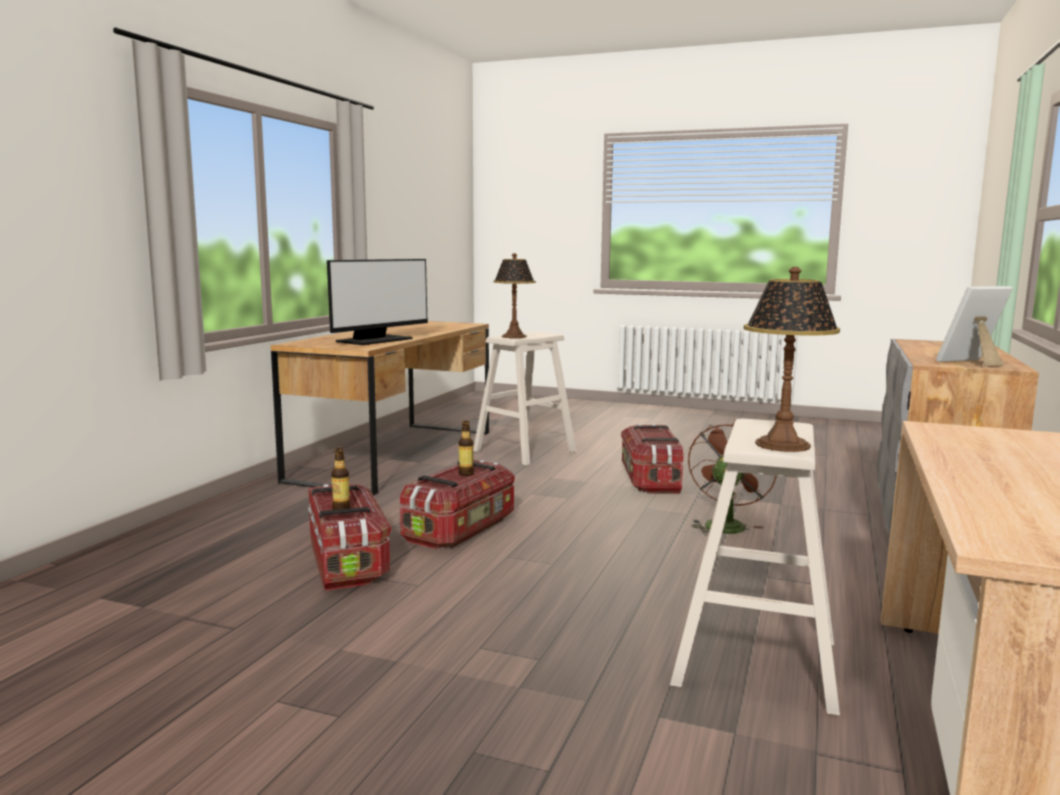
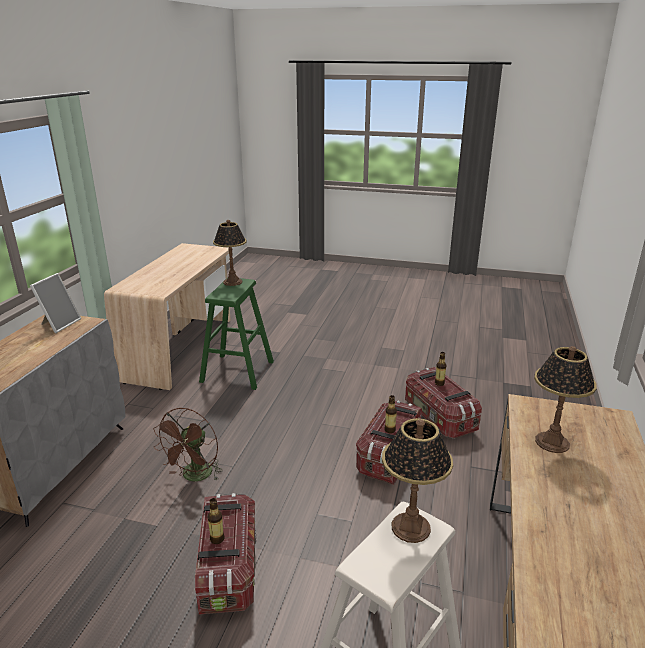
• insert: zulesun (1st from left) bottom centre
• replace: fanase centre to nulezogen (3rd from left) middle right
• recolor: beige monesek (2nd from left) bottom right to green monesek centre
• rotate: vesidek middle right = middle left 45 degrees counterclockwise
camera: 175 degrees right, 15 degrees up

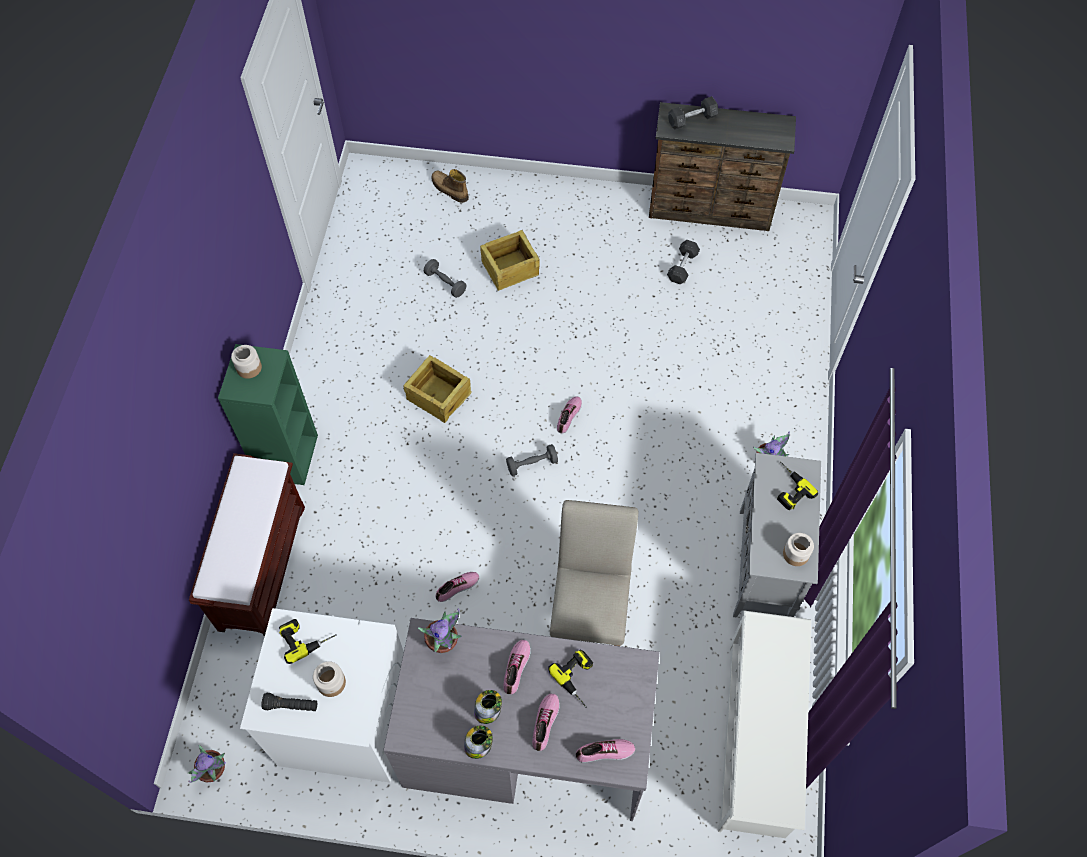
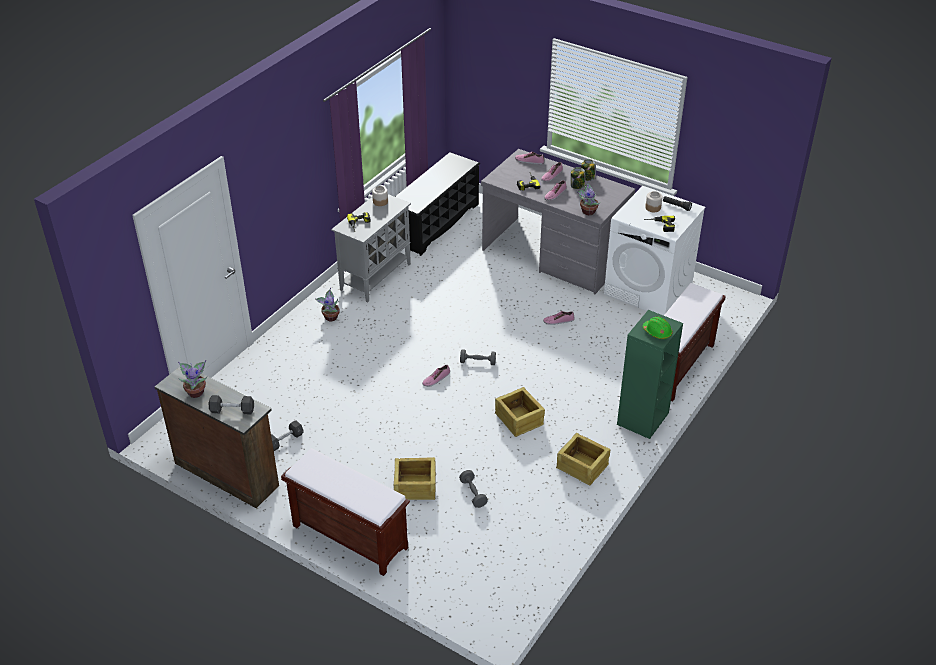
• delete: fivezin top centre
• delete: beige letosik bottom centre
• insert: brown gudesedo (1st from left) bottom centre
• insert: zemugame (3rd from left) bottom centre
• move: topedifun (1st from left) bottom left to middle left
• replace: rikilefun (1st from left) middle left to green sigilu middle right
• recolor: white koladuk bottom right to black koladuk top centre
camera: 155 degrees left, 20 degrees down

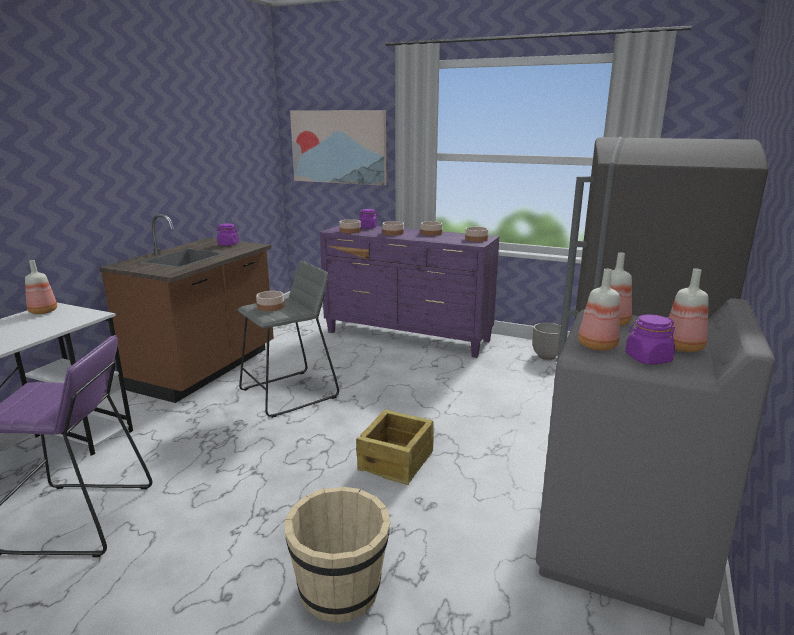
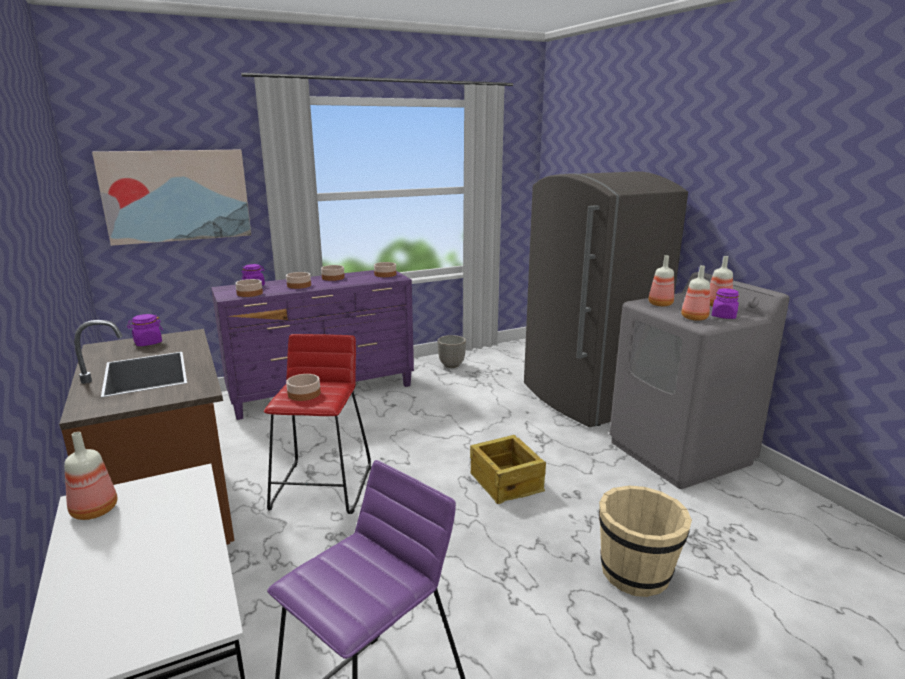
• recolor: grey monesek centre to red monesek centre
camera: 50 degrees left, 0 degrees up

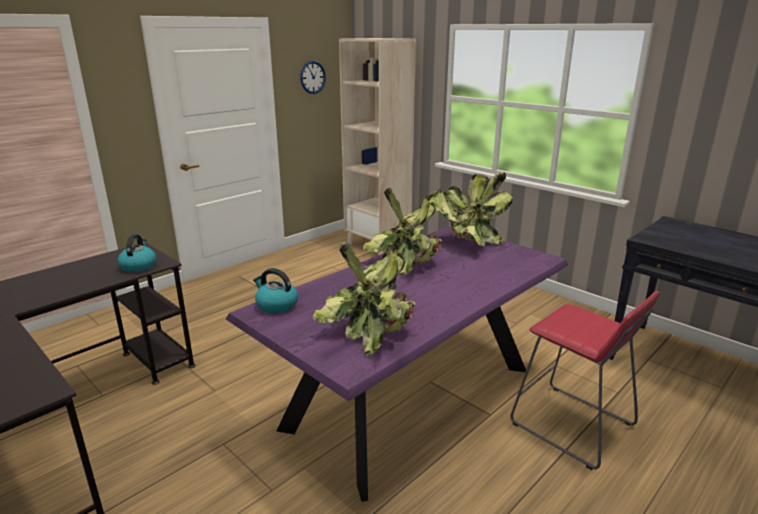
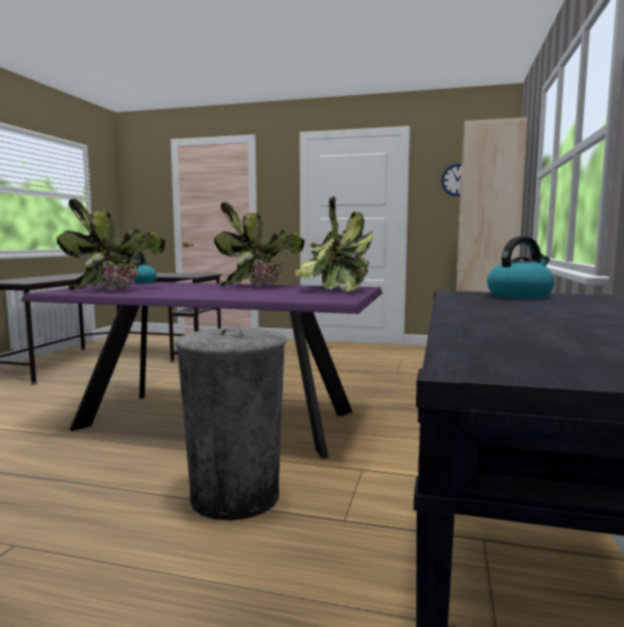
• move: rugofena (1st from left in the first image) middle left to rugofena (2nd from left) middle right
• replace: red monesek bottom right to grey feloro bottom centre
camera: 60 degrees right, 15 degrees down

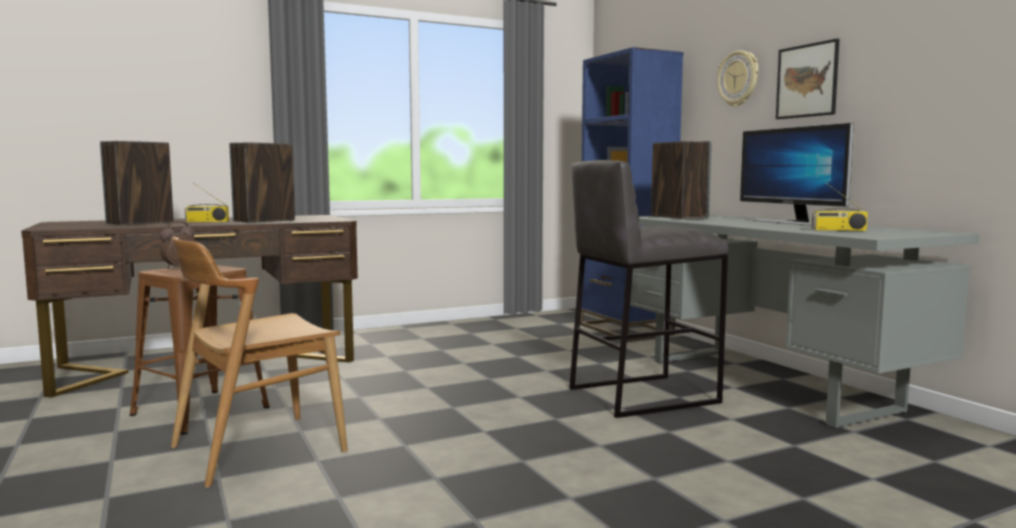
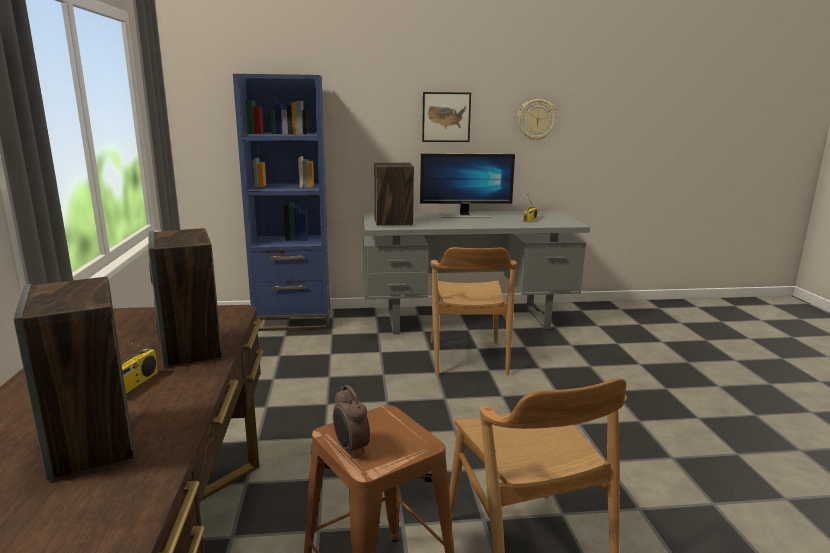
• move: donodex top right to top centre
• replace: grey monesek centre to brown letosik (1st from left) centre
camera: 70 degrees left, 10 degrees up

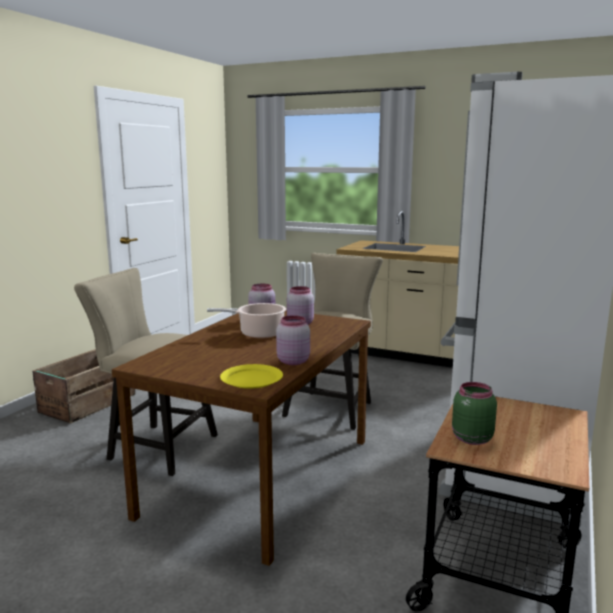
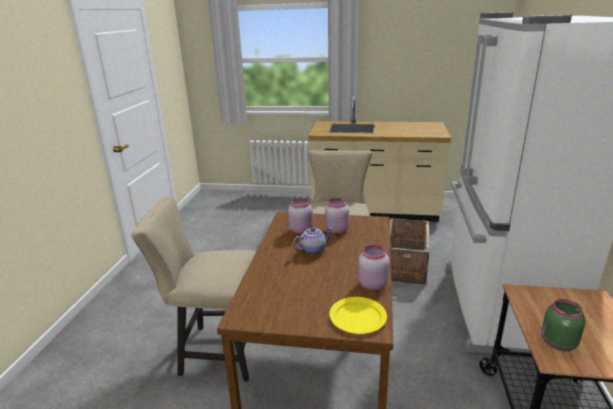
• move: zemugame middle left to middle right
• replace: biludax centre to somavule centre
camera: 15 degrees left, 10 degrees up

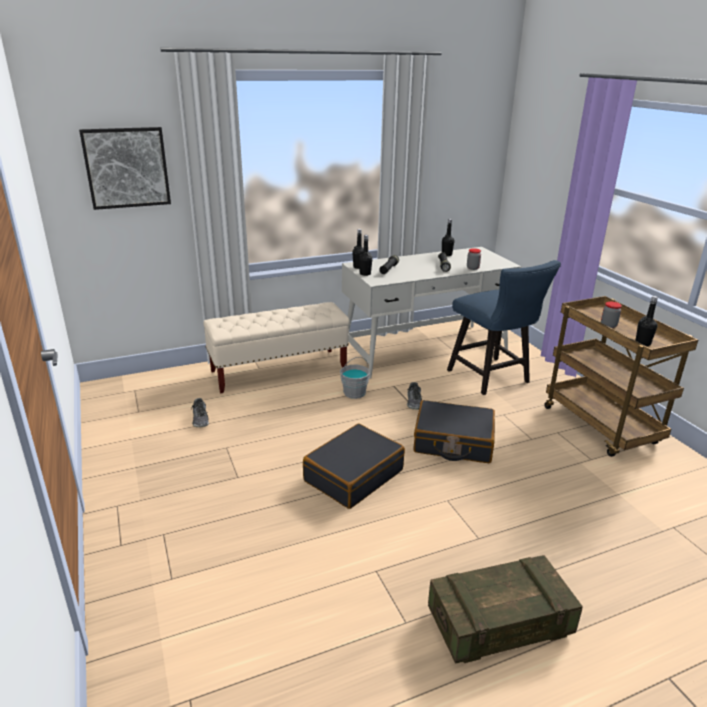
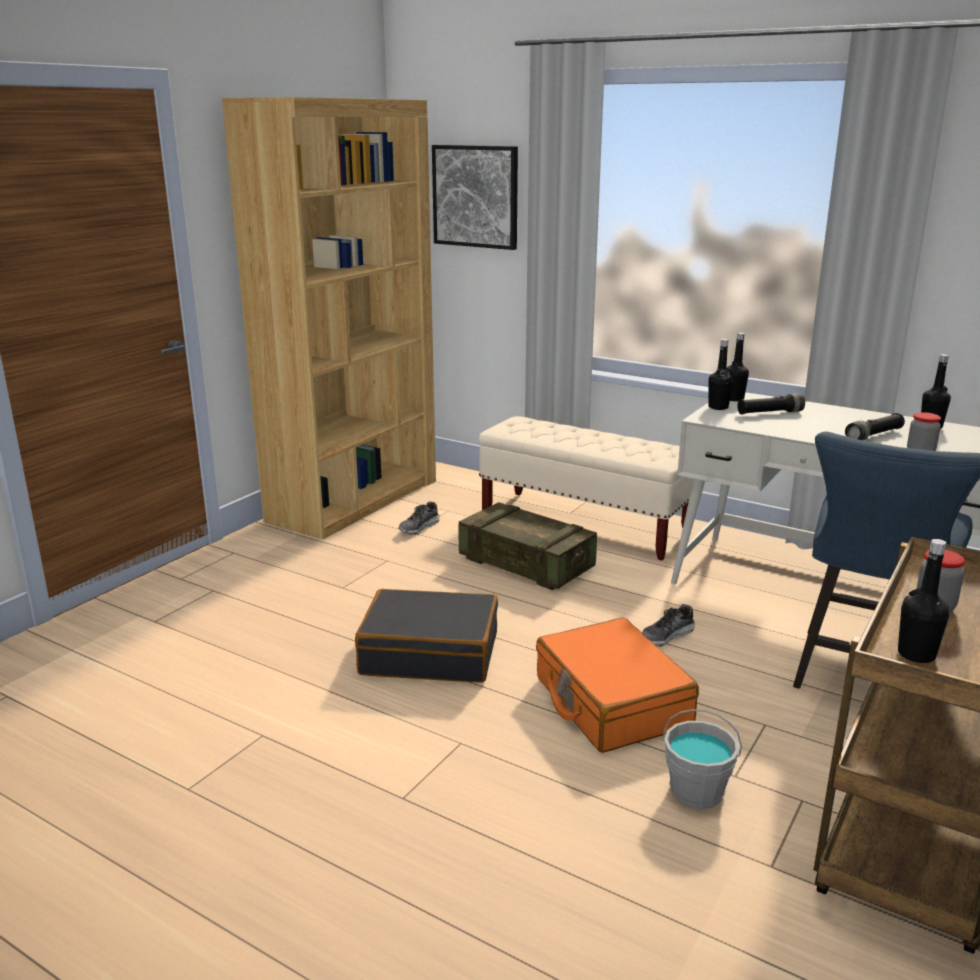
• insert: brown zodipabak top centre
• move: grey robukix centre to bottom right
• move: zemugame bottom right to centre
• recolor: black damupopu (2nd from left) centre to orange damupopu bottom centre
camera: 55 degrees right, 5 degrees down

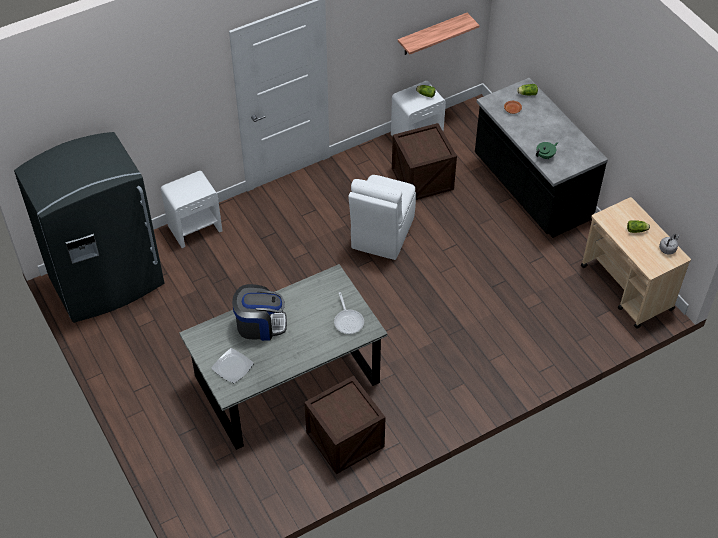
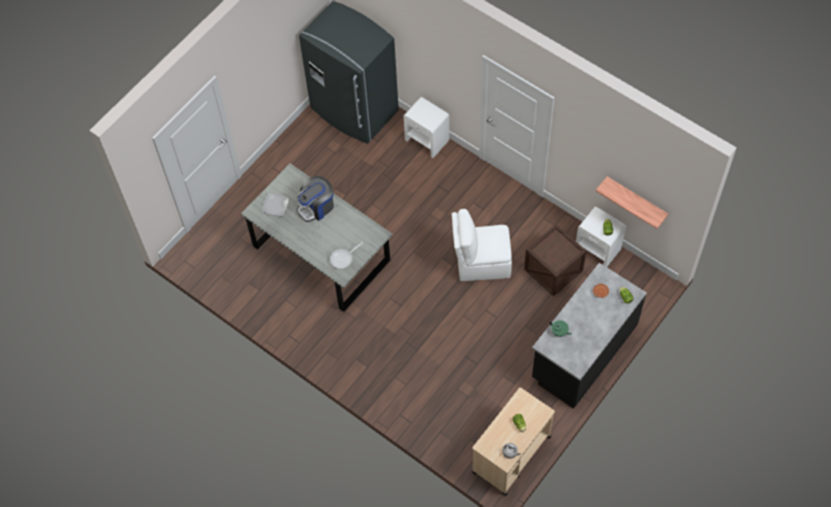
• delete: zemugame (1st from left) bottom centre
• rotate: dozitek centre = centre 75 degrees clockwise
camera: 70 degrees right, 10 degrees up

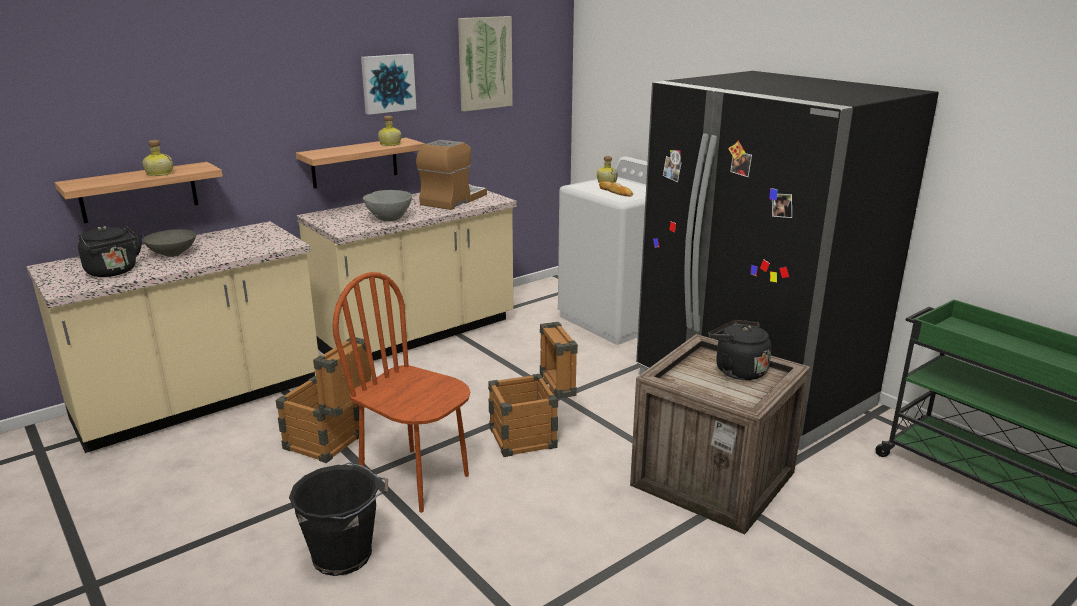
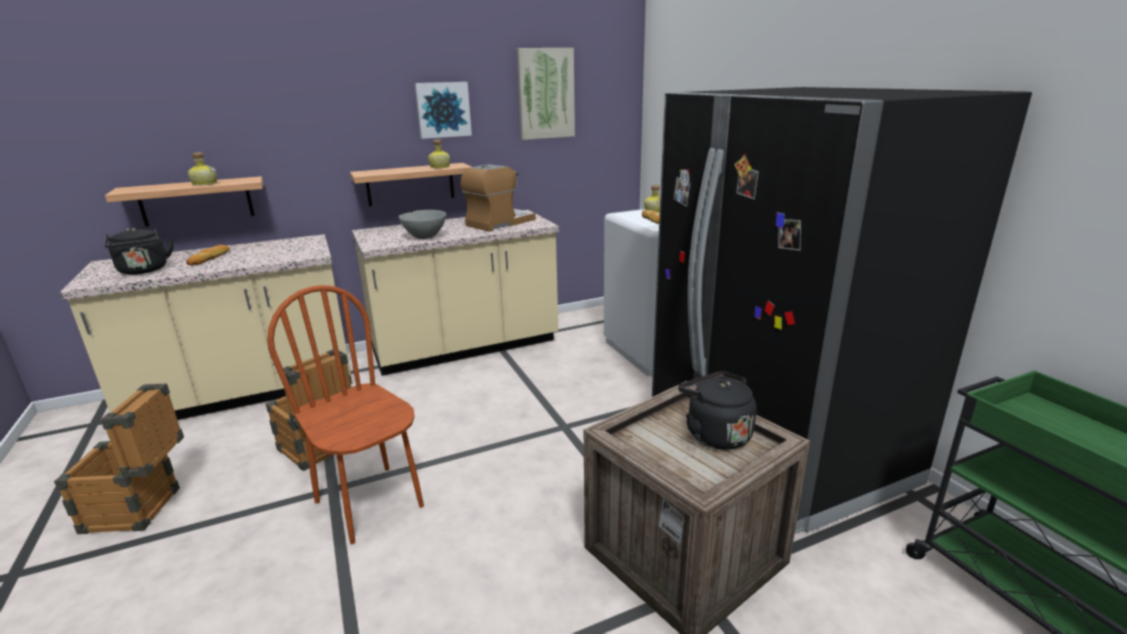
• delete: black robukix bottom left
• move: zemugame (2nd from left in the first image) centre to zemugame (1st from left) bottom left
• replace: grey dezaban (1st from left) middle left to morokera (1st from left) middle left
camera: 15 degrees right, 0 degrees up

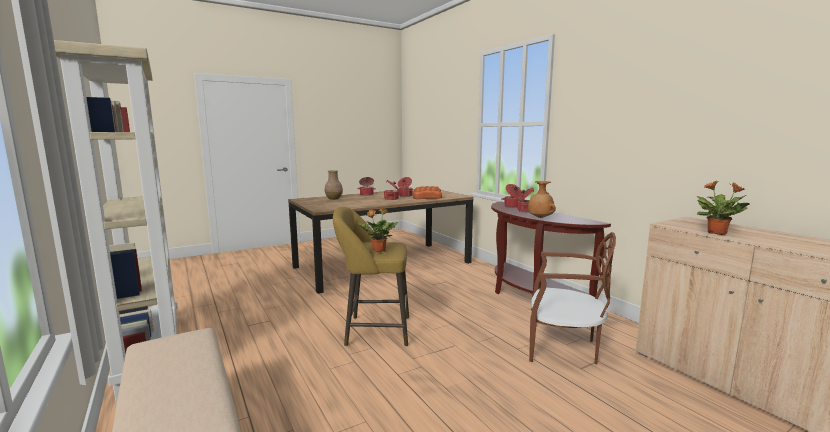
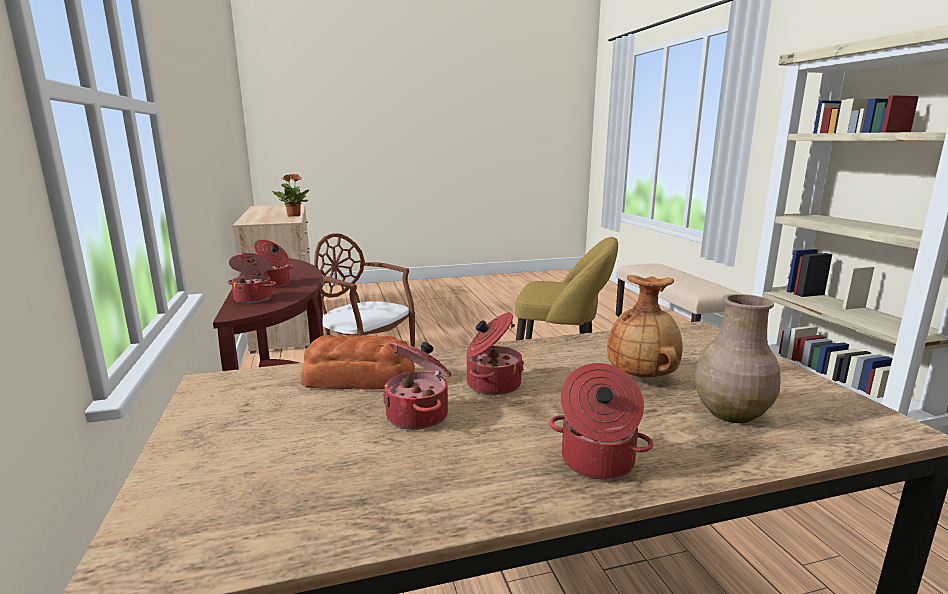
• delete: topedifun (1st from left) centre
• move: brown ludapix (2nd from left in the first image) centre to brown ludapix (1st from left) middle right
camera: 165 degrees left, 5 degrees up

